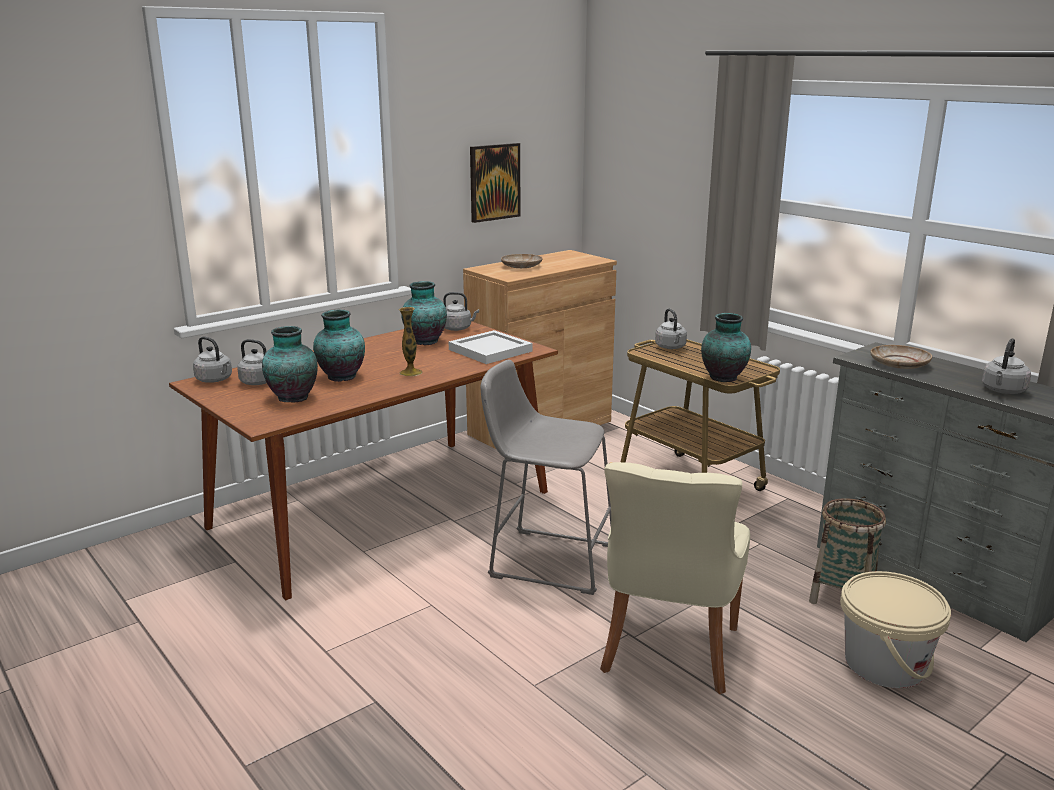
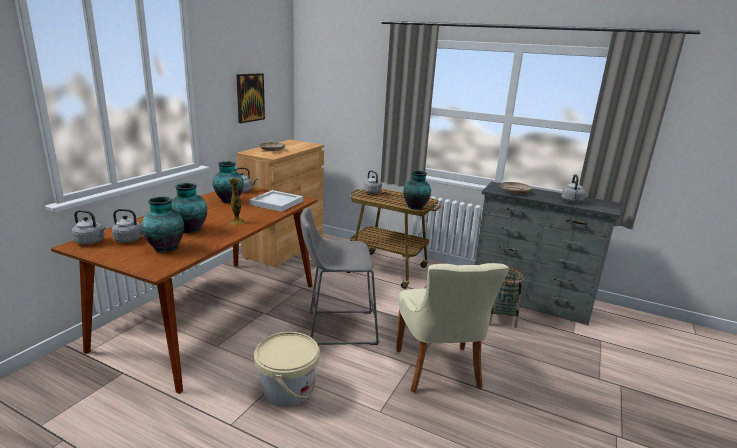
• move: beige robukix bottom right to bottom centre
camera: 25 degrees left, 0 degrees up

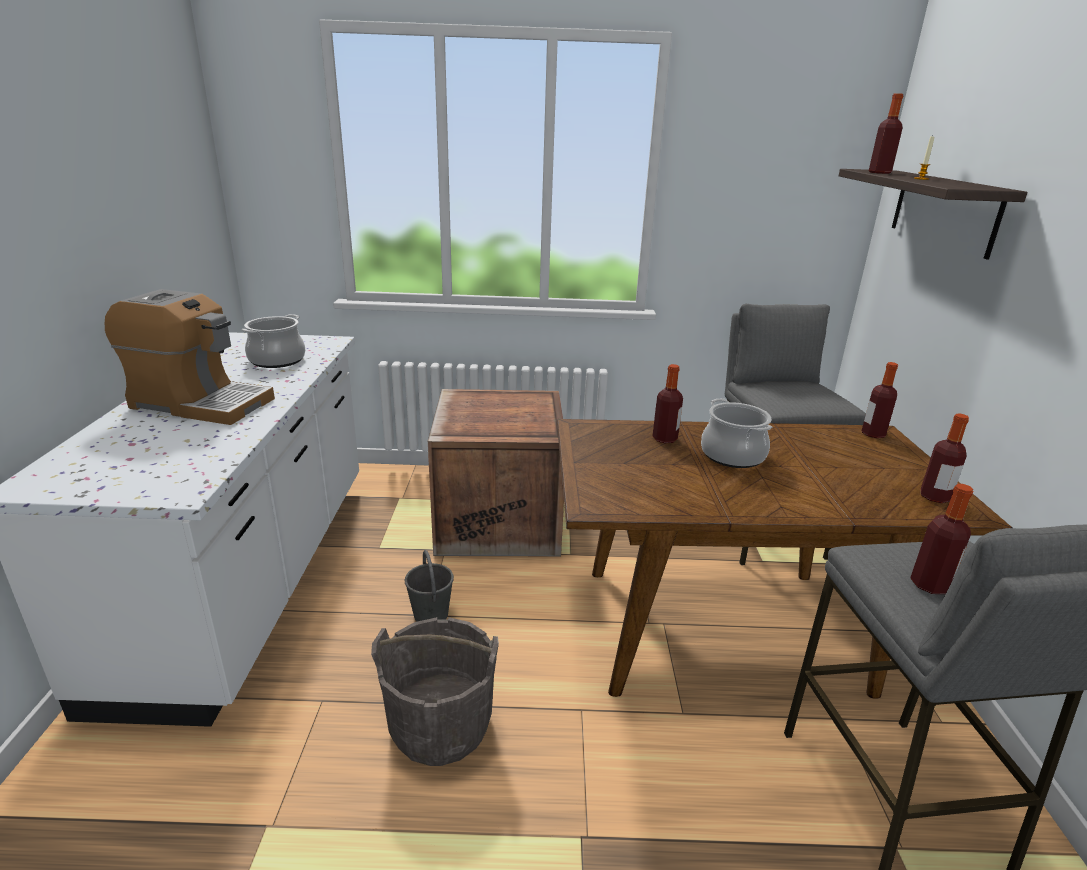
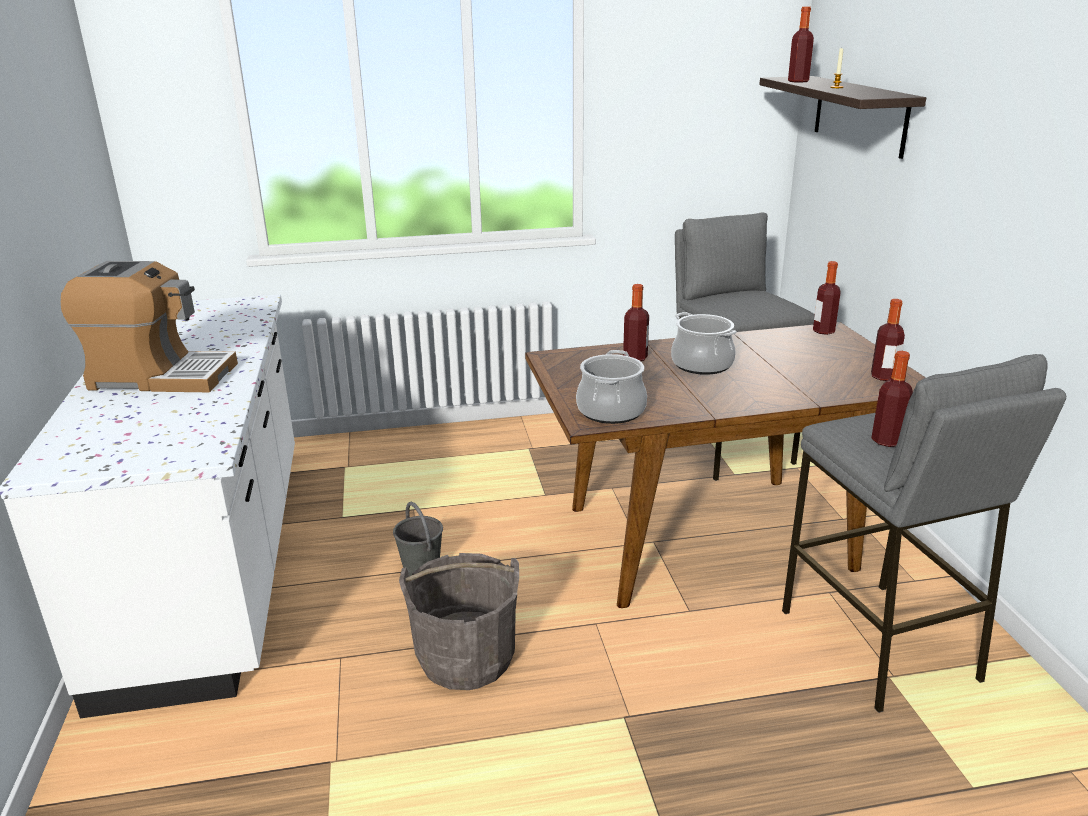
• delete: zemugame centre
• move: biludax (1st from left) middle left to centre
camera: 10 degrees left, 0 degrees up

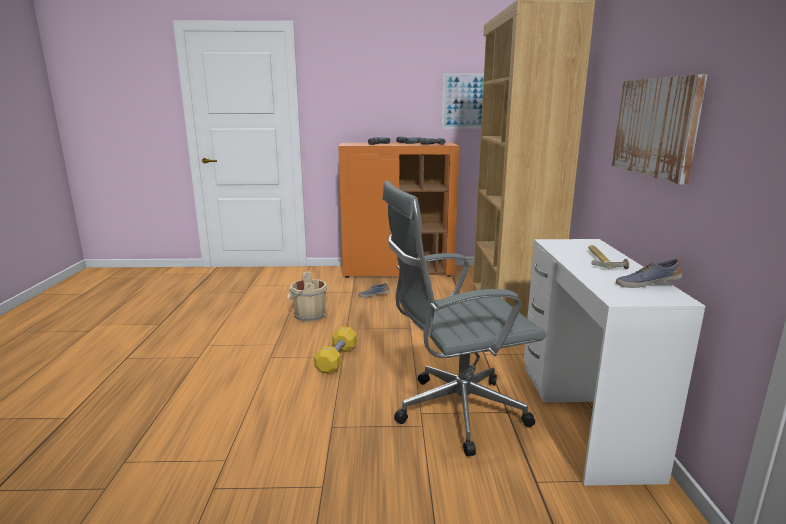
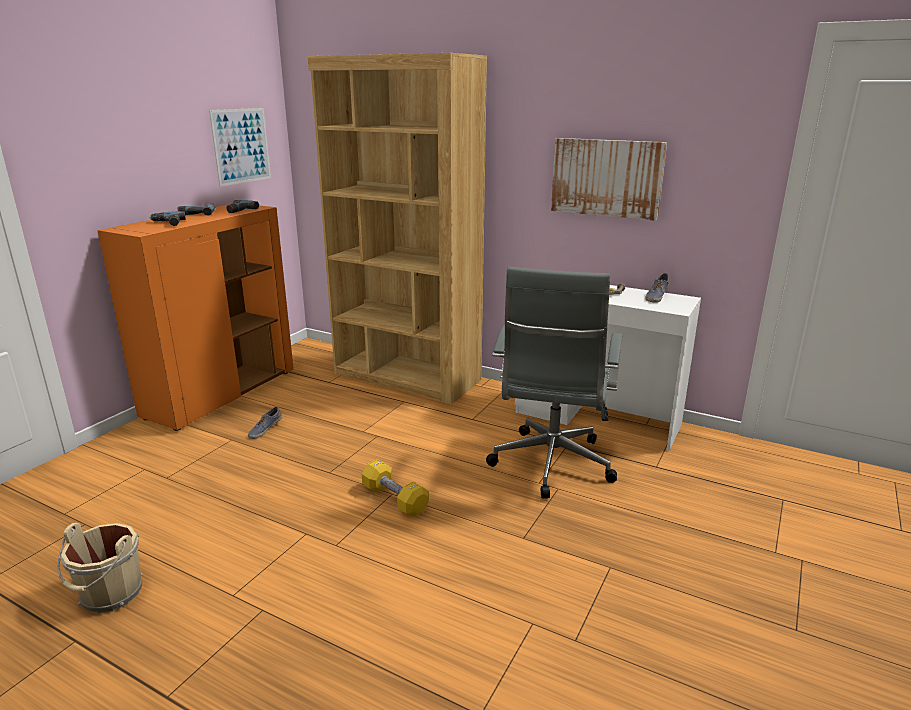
• move: beige robukix centre to bottom left
camera: 60 degrees left, 5 degrees up

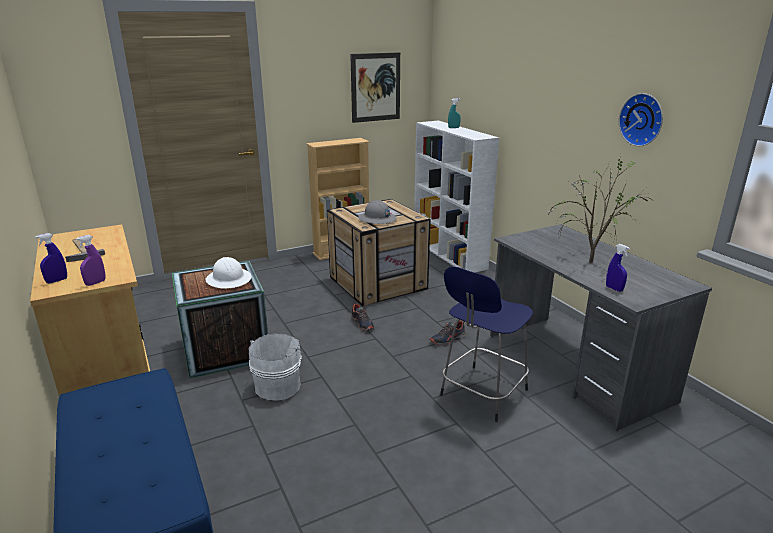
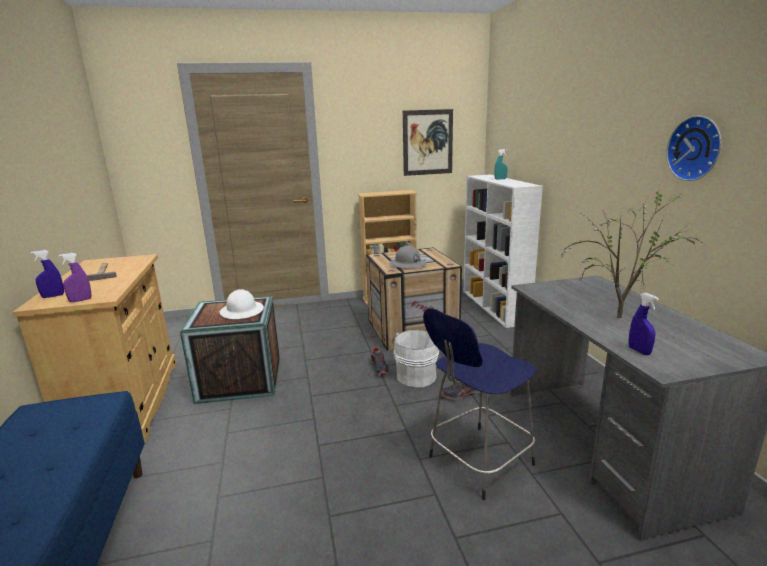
• move: white robukix bottom centre to centre
camera: 15 degrees right, 5 degrees down

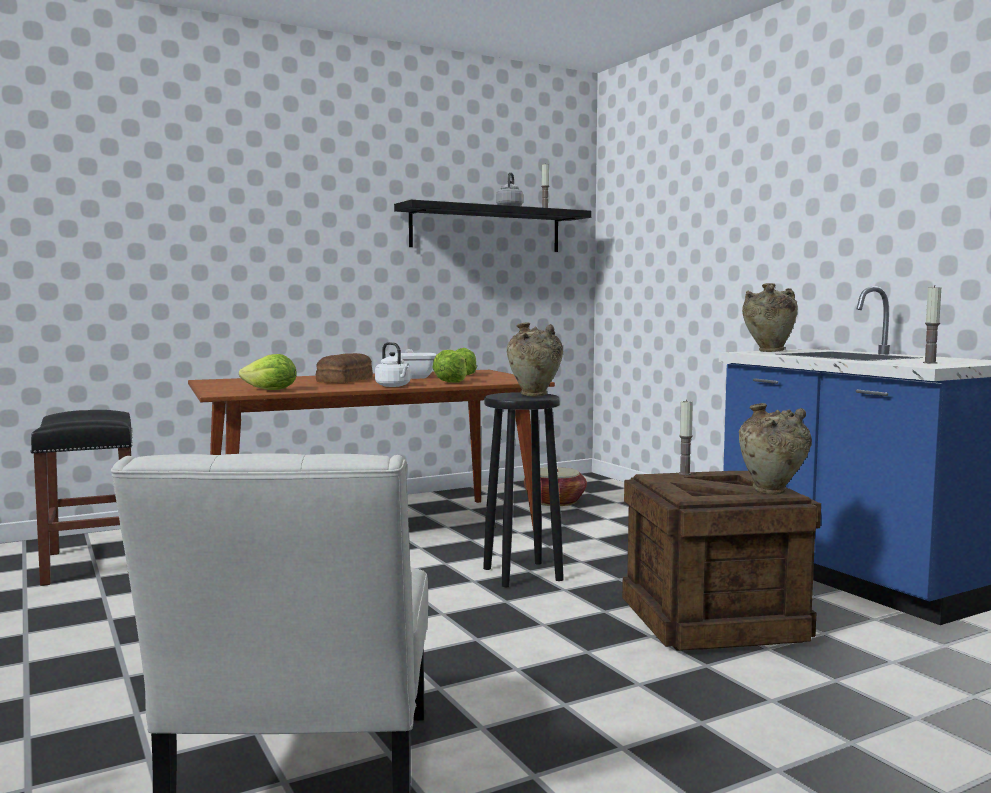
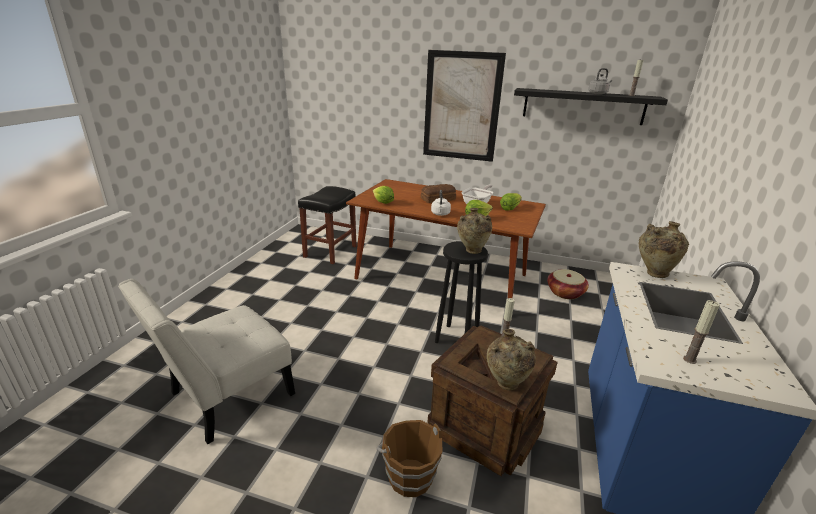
• insert: brown robukix bottom centre
• insert: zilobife top centre
camera: 45 degrees right, 20 degrees up

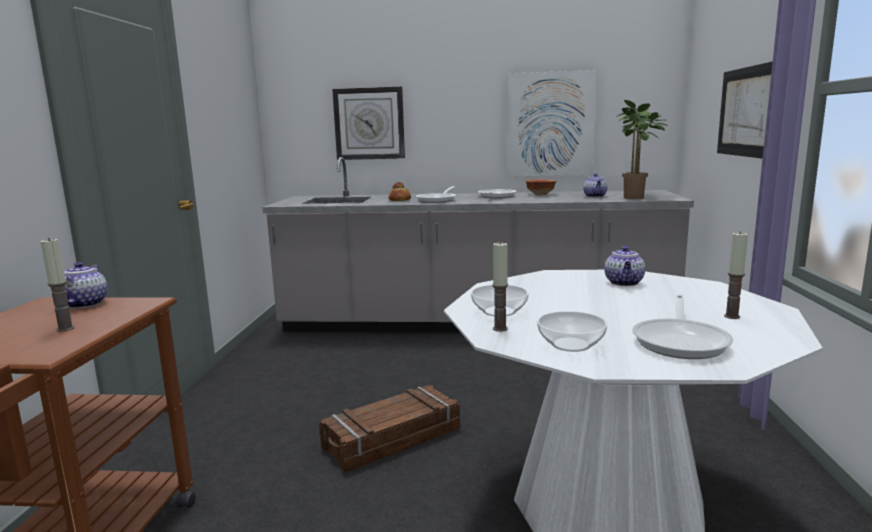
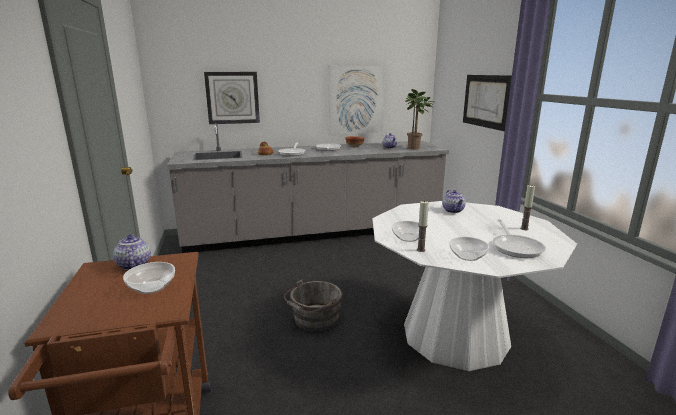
• replace: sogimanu (1st from left) middle left to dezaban (1st from left) bottom left
• replace: zemugame bottom centre to grey robukix bottom centre
camera: 20 degrees left, 5 degrees up

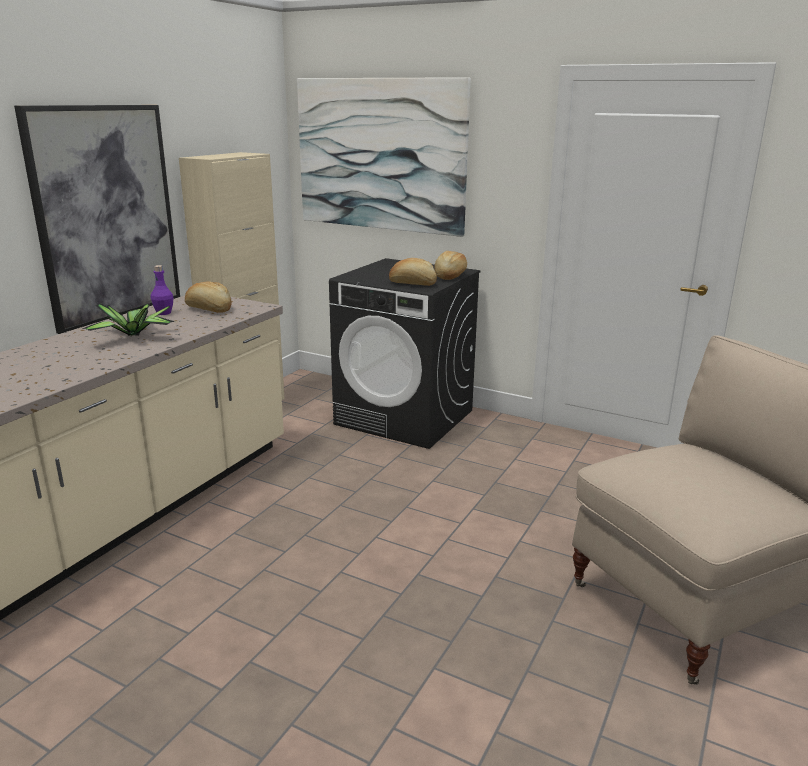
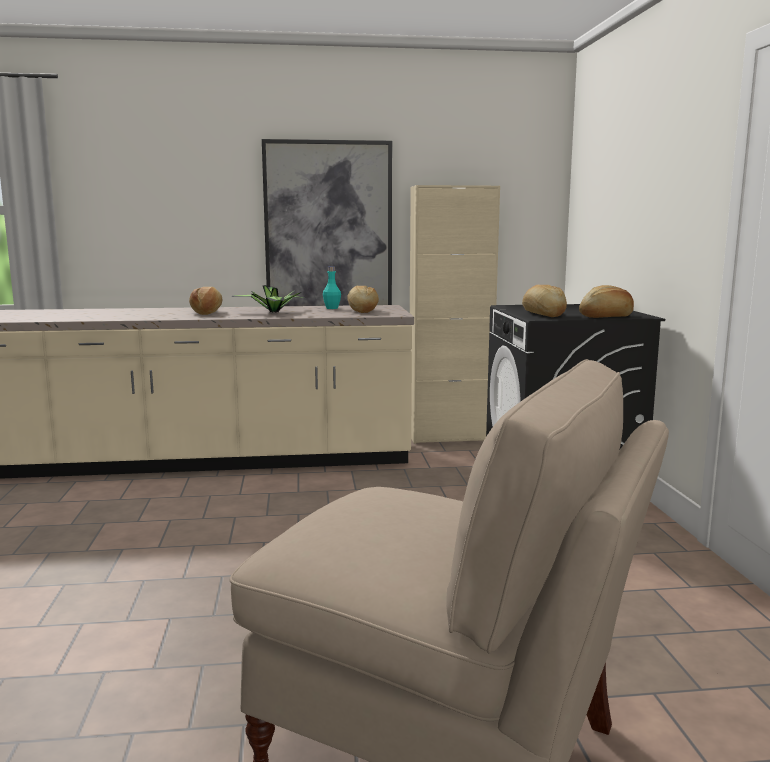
• delete: zilobife (2nd from left) top centre
• insert: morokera (1st from left) middle left
• recolor: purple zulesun middle left to turquoise zulesun centre
camera: 55 degrees right, 10 degrees down

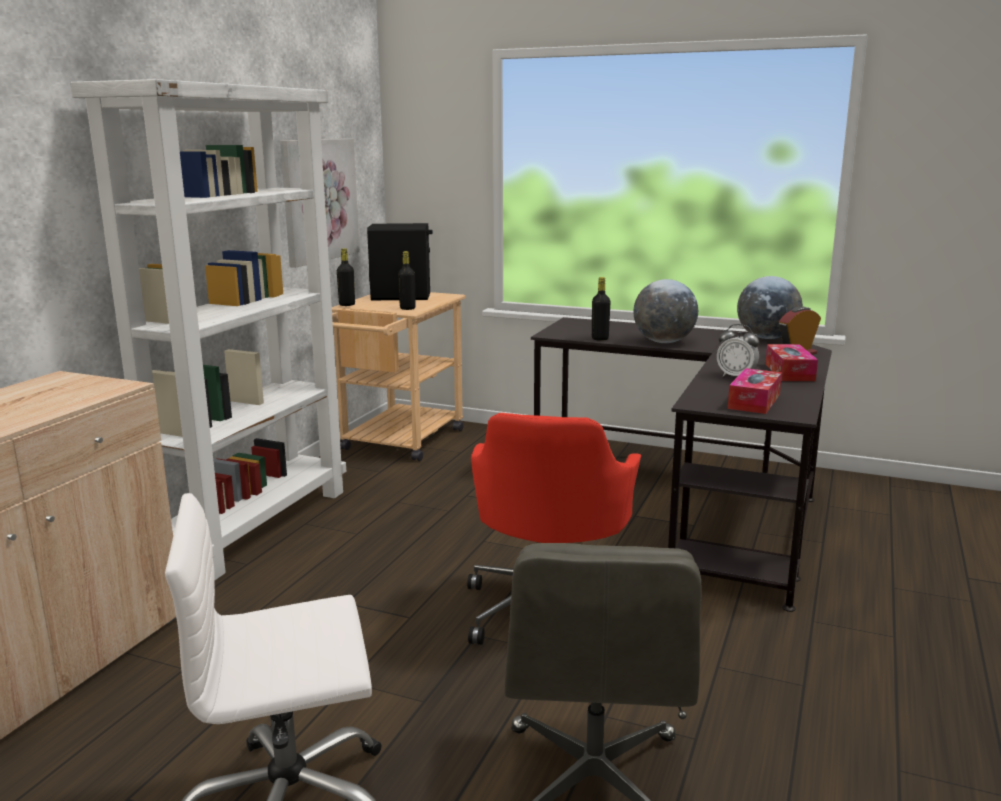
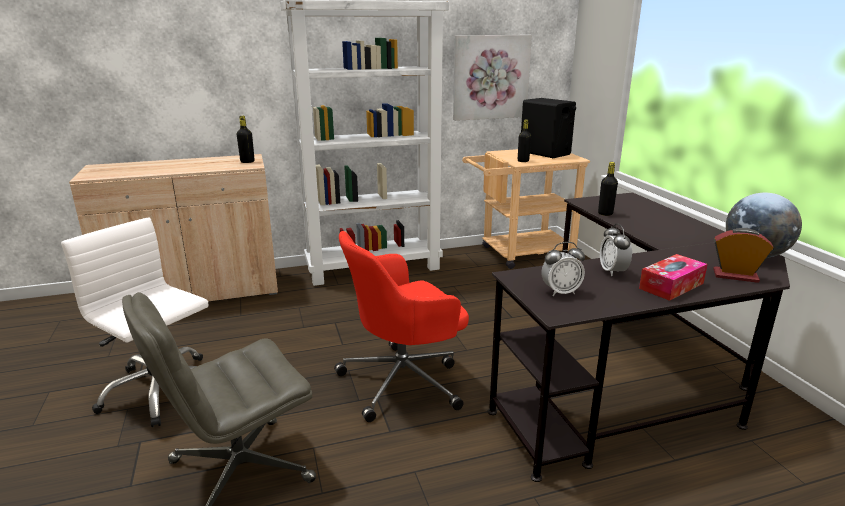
• delete: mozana (1st from left) centre
• move: black zulesun (1st from left) centre to top left
• replace: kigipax (1st from left) middle right to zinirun (1st from left) centre
camera: 50 degrees right, 5 degrees up

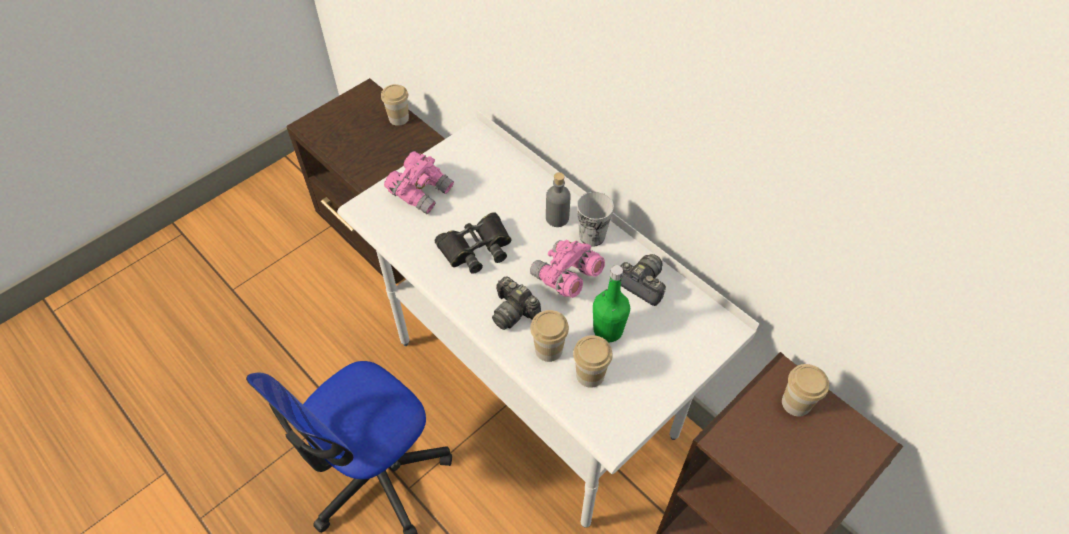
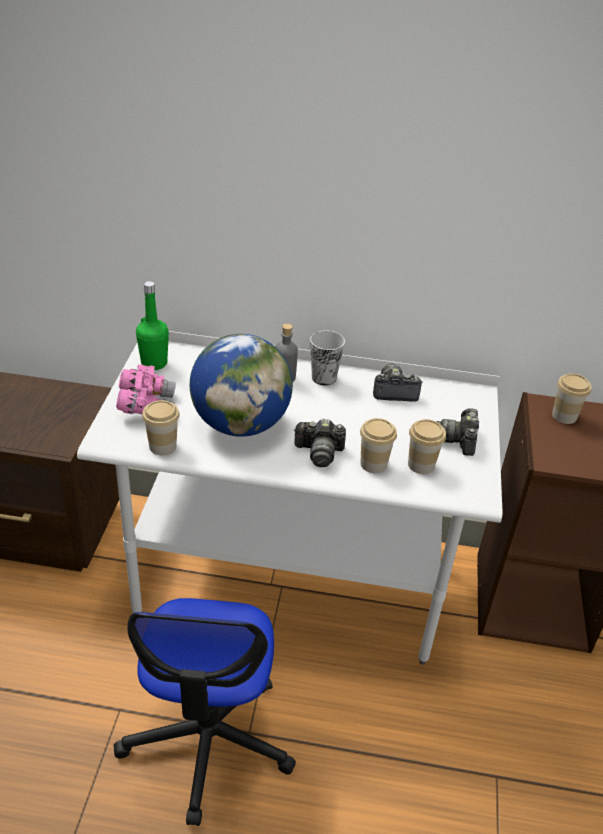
• delete: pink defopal (2nd from left) centre
• insert: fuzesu (3rd from left) middle right
• move: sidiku (1st from left) top centre to middle left
• move: green zulesun centre to middle left
• replace: black defopal centre to mozana centre
camera: 40 degrees left, 15 degrees down

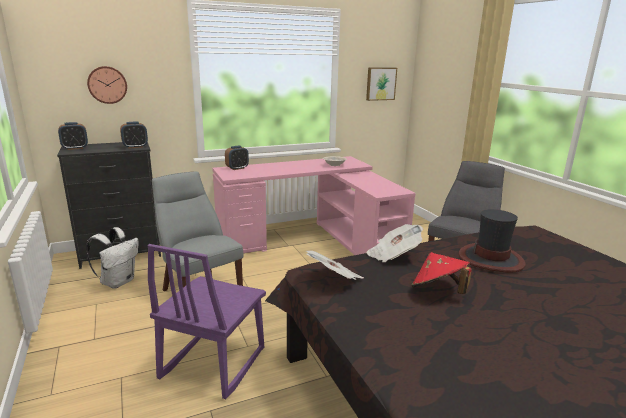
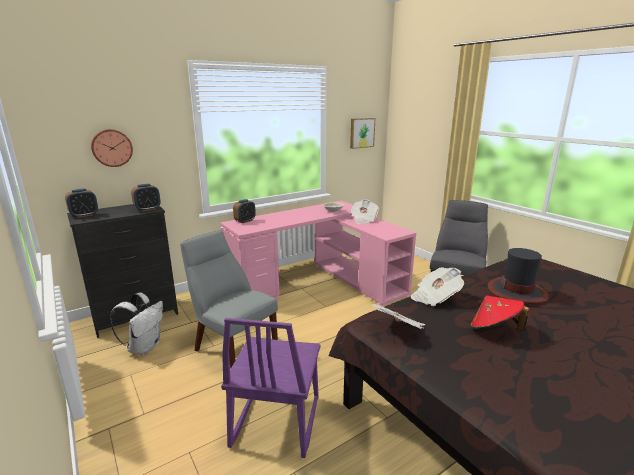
• insert: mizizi (1st from left) centre
camera: 10 degrees left, 0 degrees up

